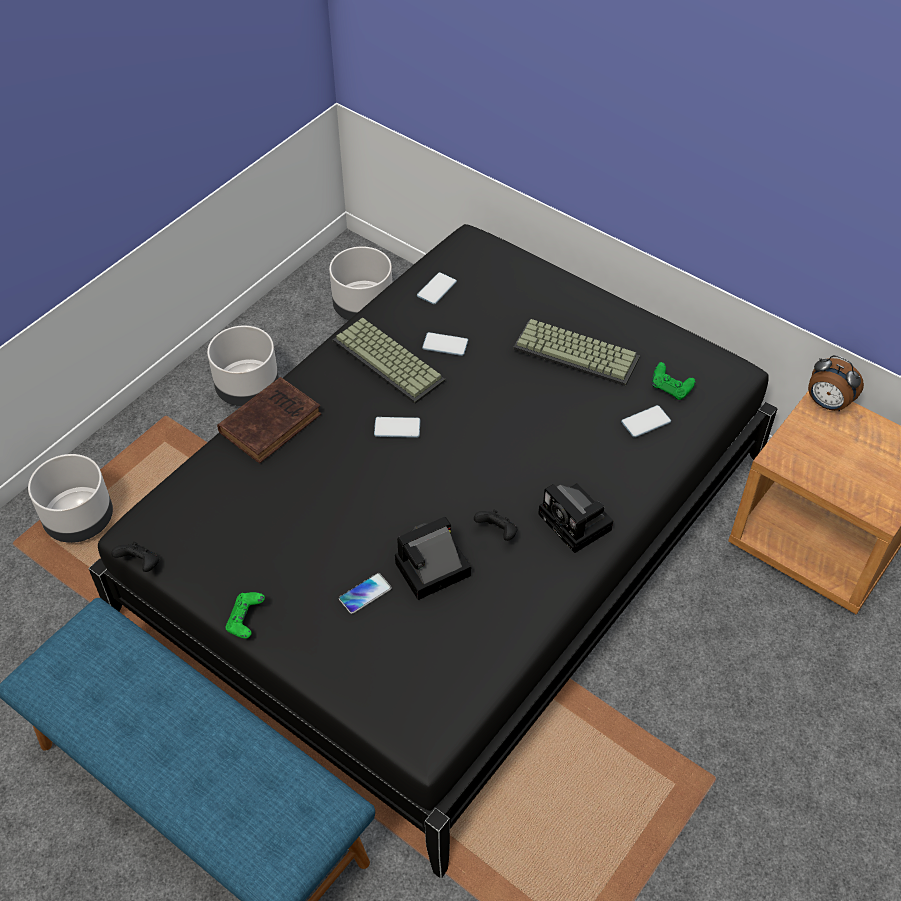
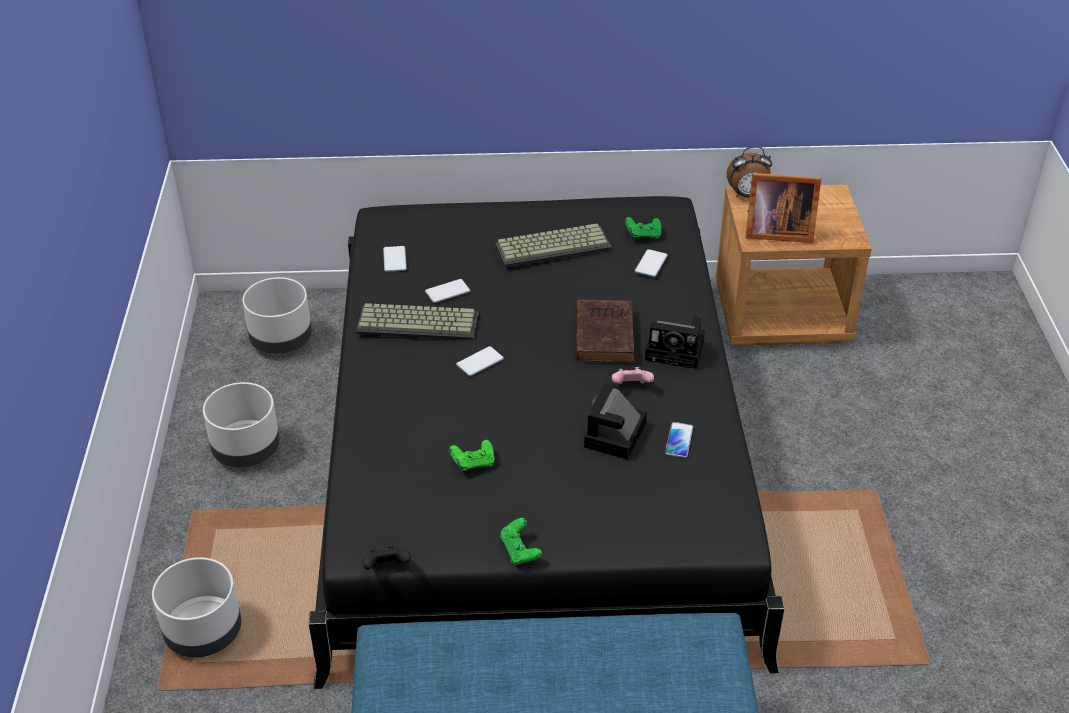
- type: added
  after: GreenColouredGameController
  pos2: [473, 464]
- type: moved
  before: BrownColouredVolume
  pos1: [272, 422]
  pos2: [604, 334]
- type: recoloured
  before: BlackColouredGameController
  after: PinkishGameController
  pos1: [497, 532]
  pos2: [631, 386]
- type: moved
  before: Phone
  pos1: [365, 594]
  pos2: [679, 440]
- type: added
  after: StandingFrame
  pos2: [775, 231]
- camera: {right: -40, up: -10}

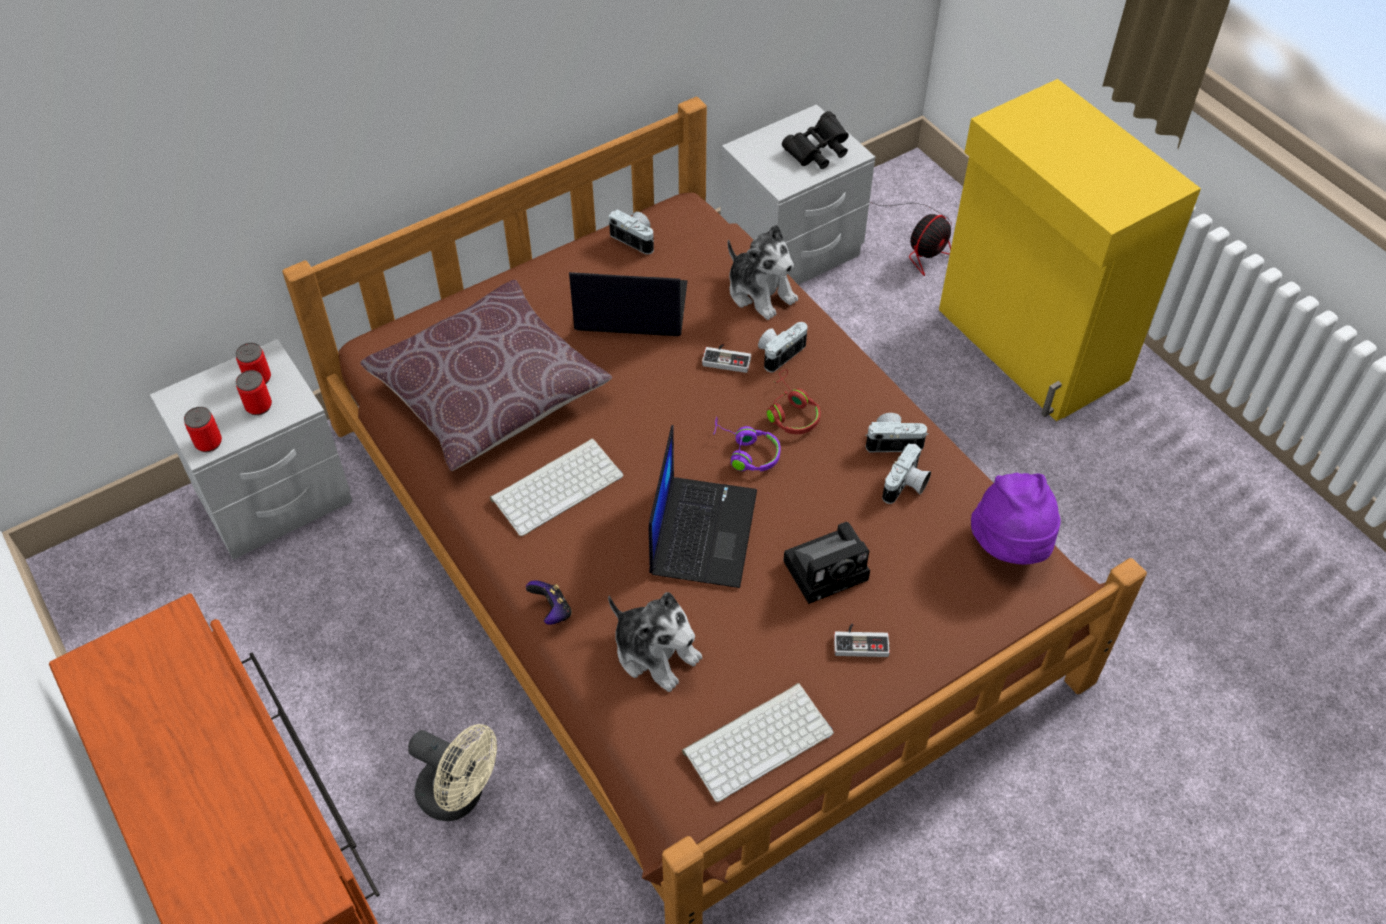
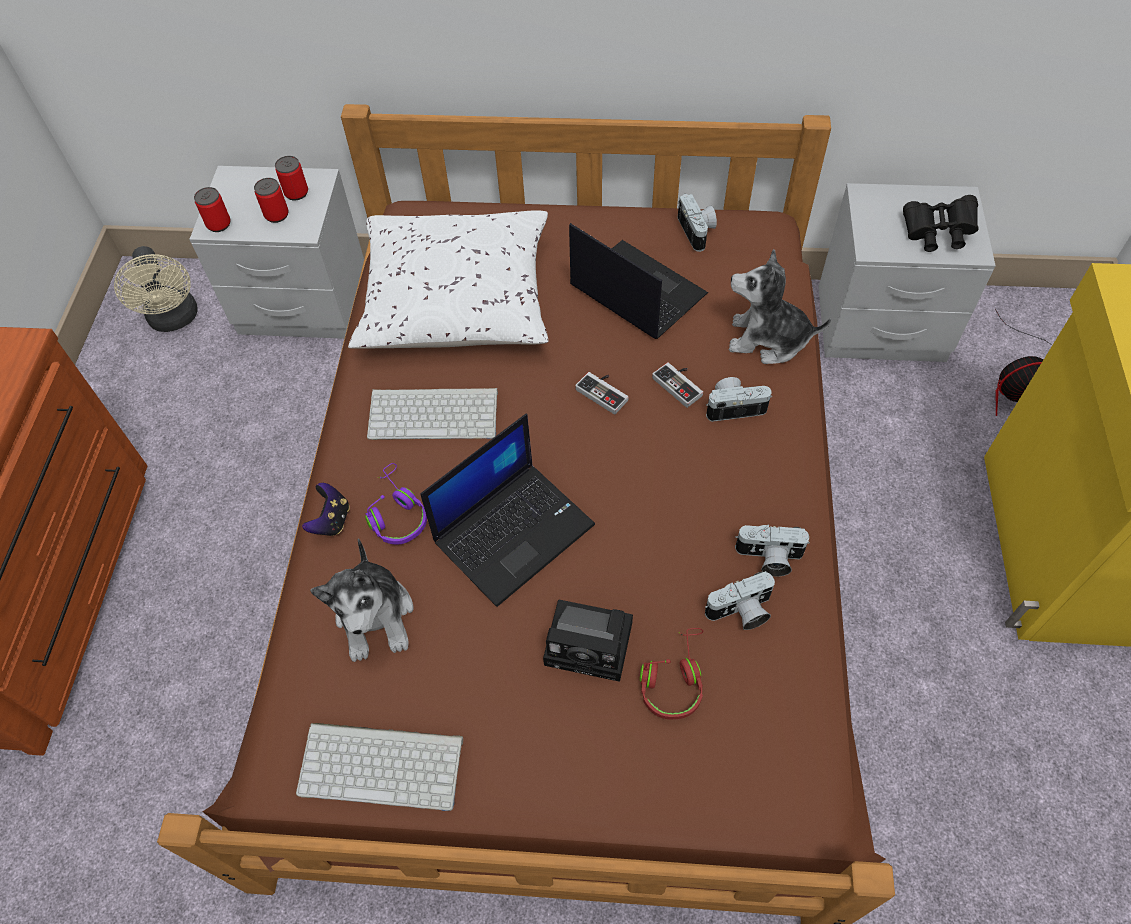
- type: moved
  before: BeigeFan
  pos1: [460, 795]
  pos2: [175, 319]
- type: recoloured
  before: BrownColouredCushion
  after: WhitishCushion
  pos1: [489, 392]
  pos2: [456, 300]
- type: moved
  before: PurplishPairOfHeadphones
  pos1: [745, 452]
  pos2: [396, 513]
- type: moved
  before: GameController
  pos1: [860, 641]
  pos2: [605, 392]
- type: moved
  before: RedColouredPairOfHeadphones
  pos1: [790, 412]
  pos2: [673, 679]
- type: turned
  before: PlushToy
  pos1: [760, 292]
  pos2: [767, 339]
  turn: 105
- type: turned
  before: StillCamera
  pos1: [893, 441]
  pos2: [769, 558]
  turn: 150
- type: removed
  before: PurplishClothingHat
  pos1: [1011, 545]
- camera: {right: 40, up: 5}

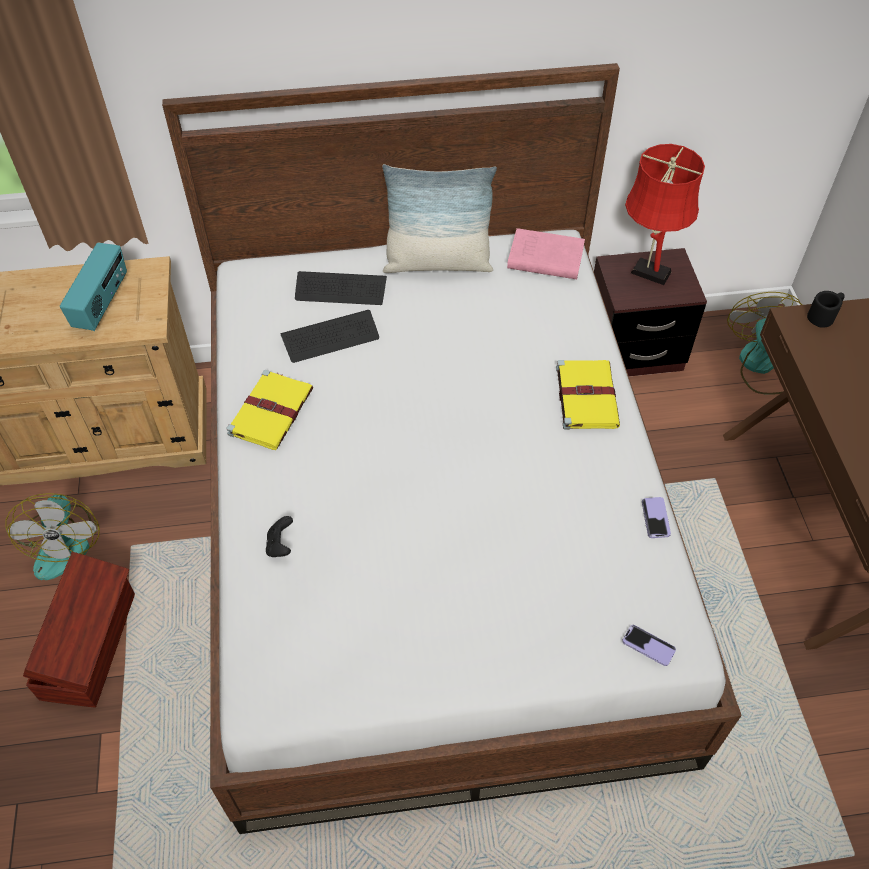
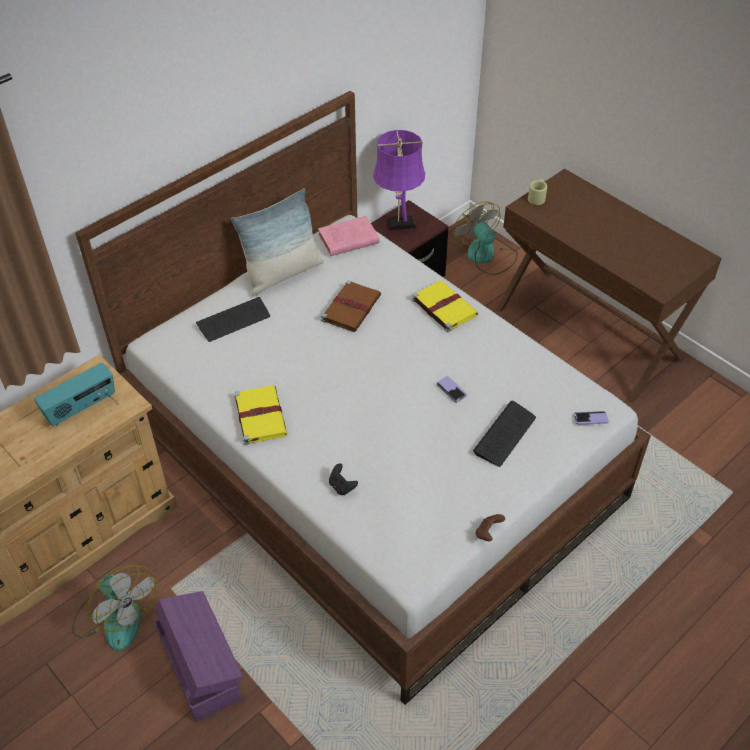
- type: turned
  before: Radio
  pos1: [102, 303]
  pos2: [81, 407]
  turn: 75
- type: recoloured
  before: BrownColouredStorageContainer
  after: PurplishStorageContainer
  pos1: [91, 644]
  pos2: [200, 665]
- type: added
  after: BrownColouredVolume
  pos2: [351, 307]
- type: recoloured
  before: RedColouredTableLamp
  after: PurplishTableLamp
  pos1: [647, 271]
  pos2: [398, 224]
- type: moved
  before: Phone
  pos1: [655, 518]
  pos2: [451, 390]
- type: moved
  before: Keyboard
  pos1: [330, 338]
  pos2: [505, 435]
- type: added
  after: BrownColouredGameController
  pos2: [488, 533]
- type: recoloured
  before: BlackColouredCoffeeMug
  after: BeigeCoffeeMug
  pos1: [824, 316]
  pos2: [537, 197]
- camera: {right: -35, up: -5}

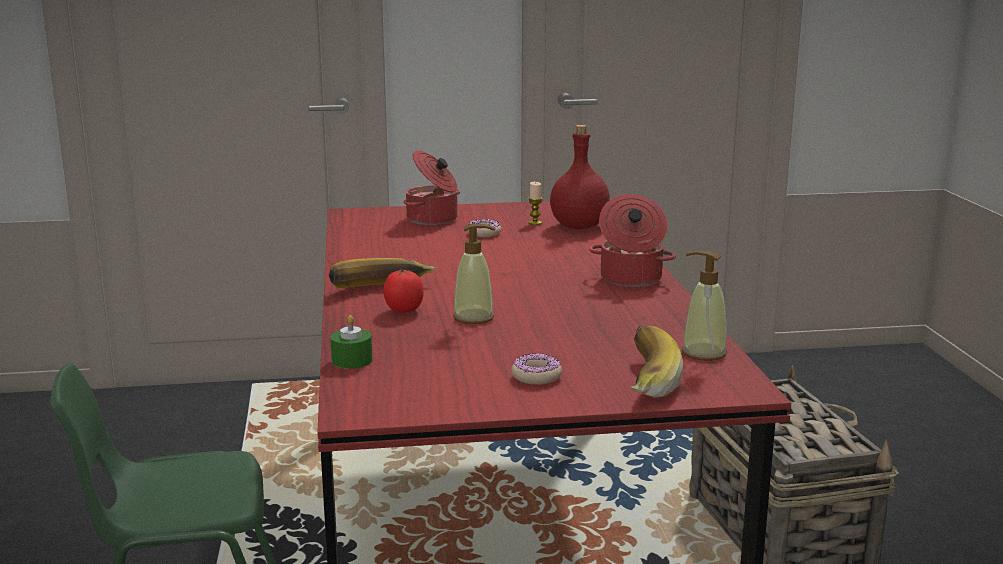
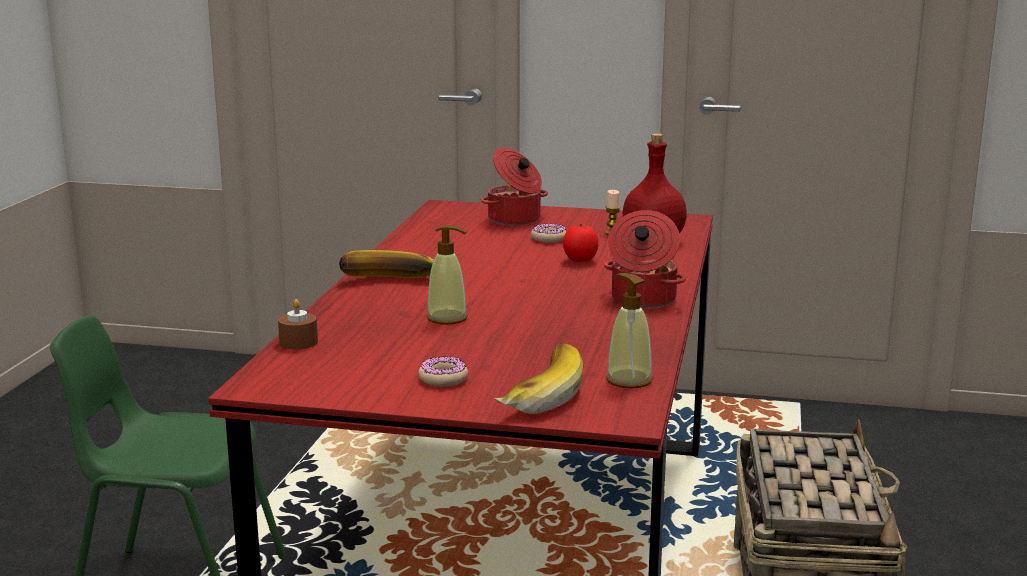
- type: recoloured
  before: GreenColouredWaxCandle
  after: BrownColouredWaxCandle
  pos1: [352, 360]
  pos2: [298, 342]
- type: moved
  before: WholeTomato
  pos1: [403, 311]
  pos2: [579, 261]
- camera: {right: 20, up: 0}

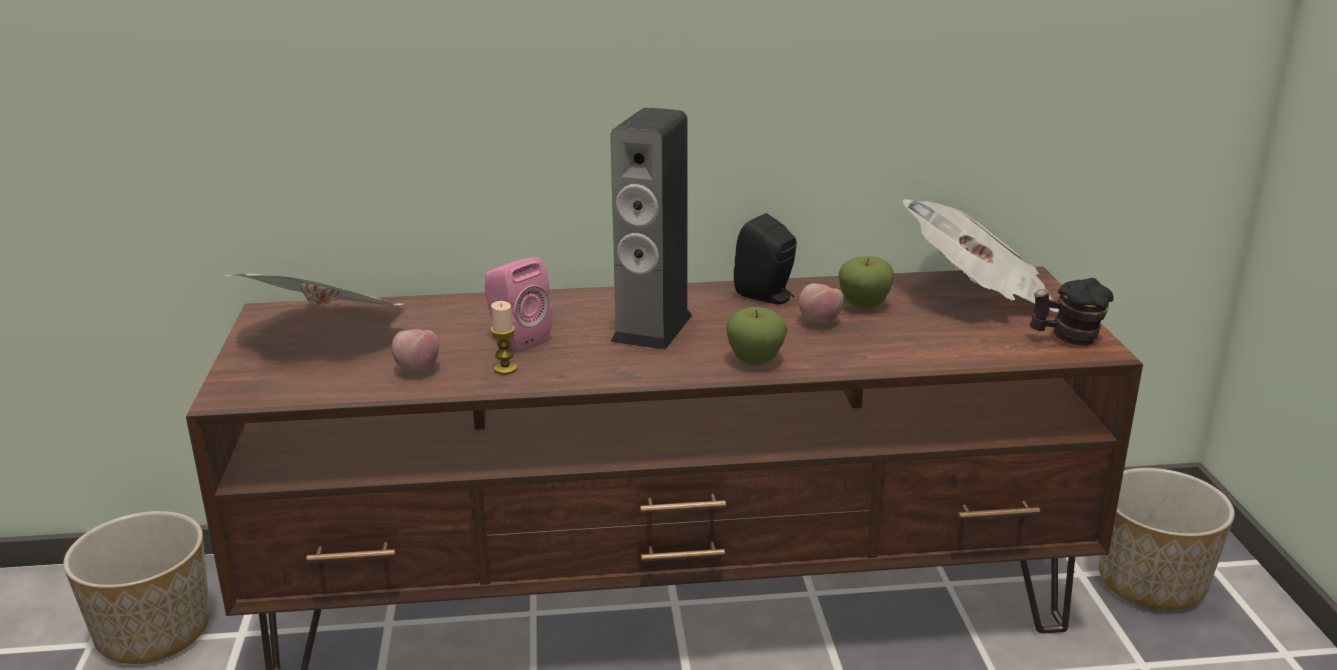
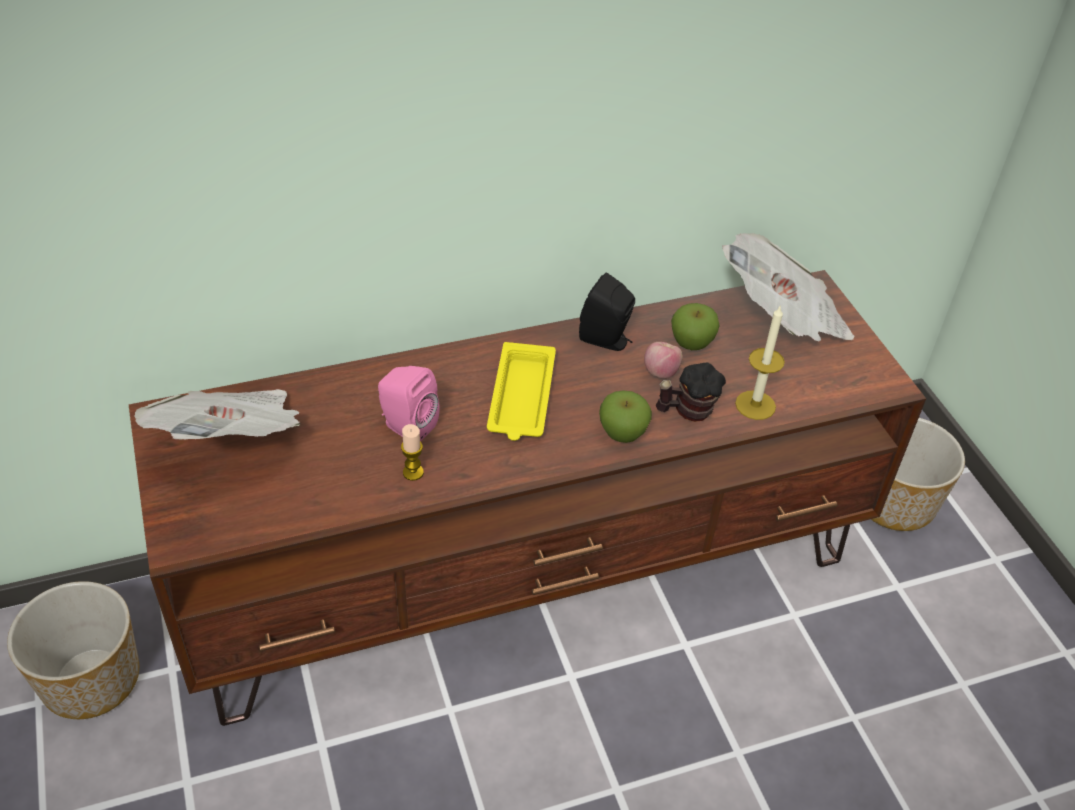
- type: replaced
  before: Loudspeaker
  after: YellowishCarryingTray
  pos1: [652, 328]
  pos2: [521, 398]
- type: moved
  before: CoffeeMug
  pos1: [1066, 338]
  pos2: [686, 411]
- type: added
  after: WaxCandle
  pos2: [755, 405]
- type: removed
  before: WholeApple
  pos1: [417, 369]
- camera: {right: -15, up: 20}

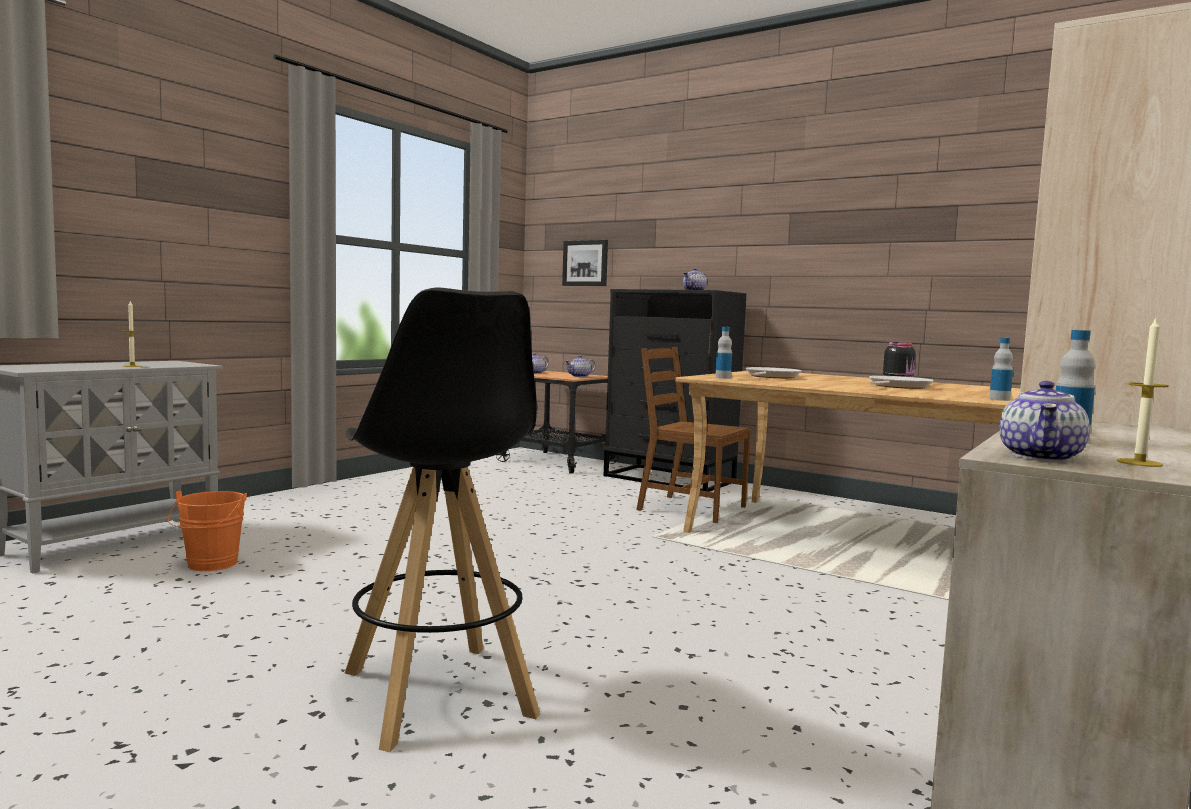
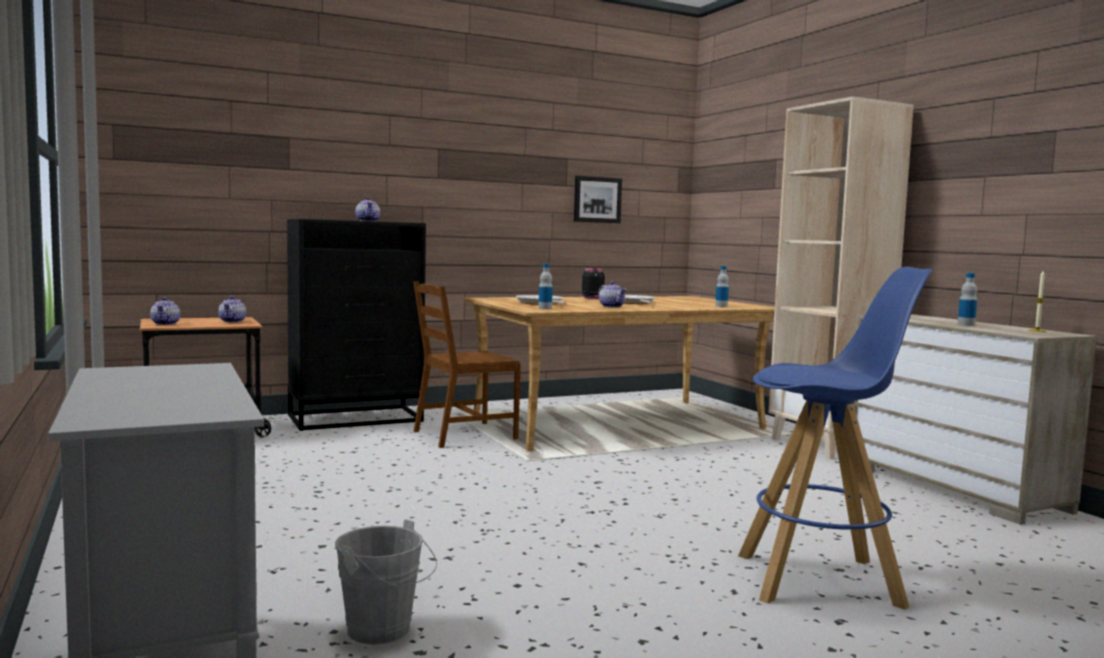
- type: recoloured
  before: OrangeColouredPail
  after: GreyishPail
  pos1: [210, 565]
  pos2: [384, 631]
- type: moved
  before: WallPicture
  pos1: [585, 263]
  pos2: [597, 199]
- type: moved
  before: PotForTea
  pos1: [1042, 457]
  pos2: [612, 306]
- type: recoloured
  before: BlackColouredStoolSeat
  after: BlueColouredStoolSeat
  pos1: [438, 694]
  pos2: [820, 580]
- type: removed
  before: WaxCandle
  pos1: [132, 366]
- camera: {right: -60, up: 0}

